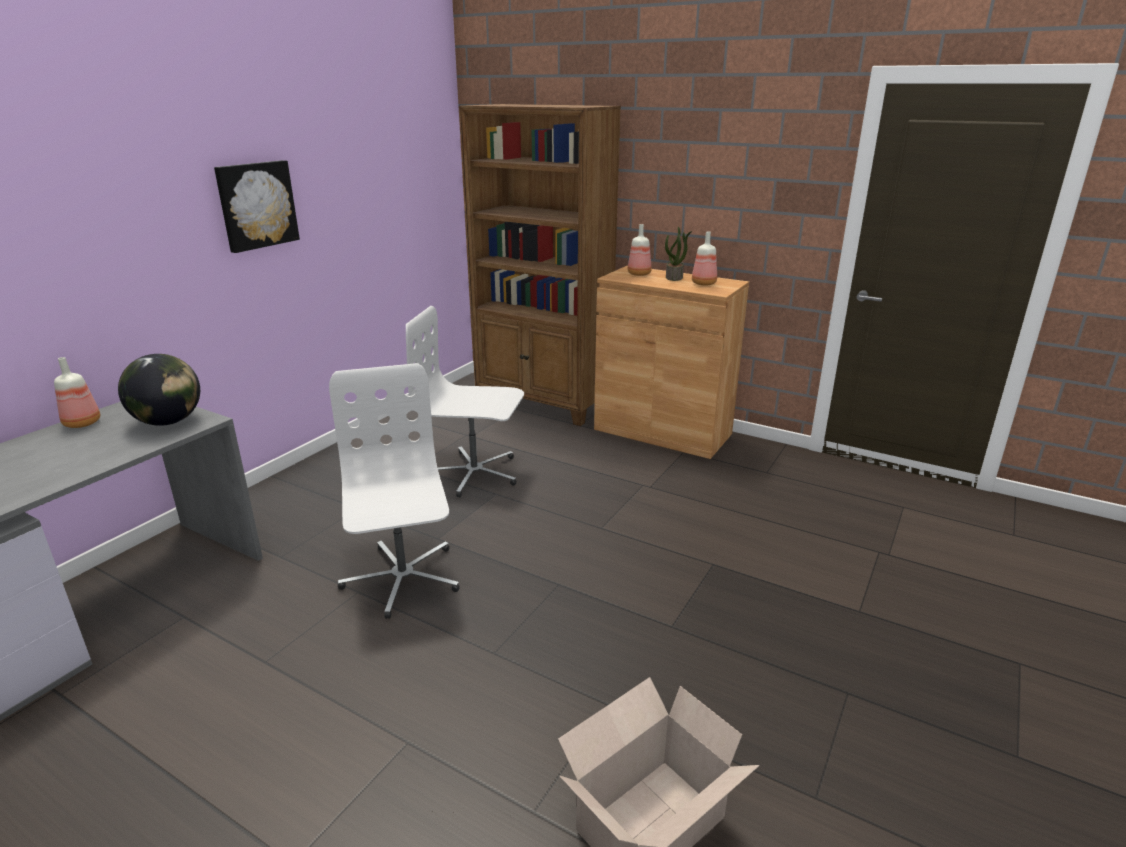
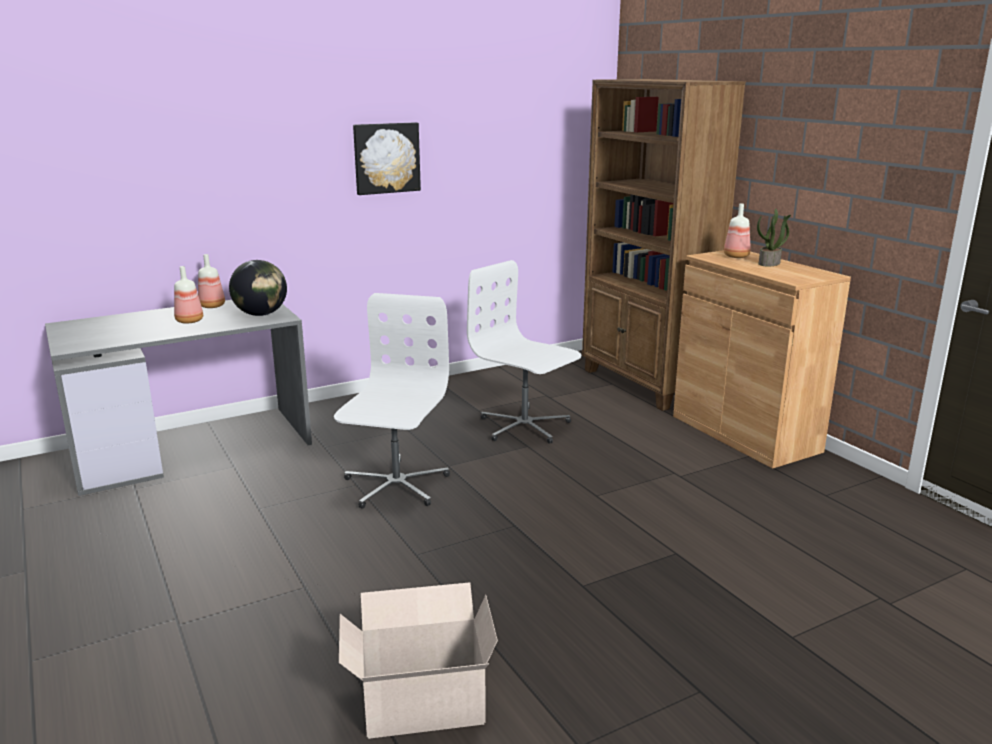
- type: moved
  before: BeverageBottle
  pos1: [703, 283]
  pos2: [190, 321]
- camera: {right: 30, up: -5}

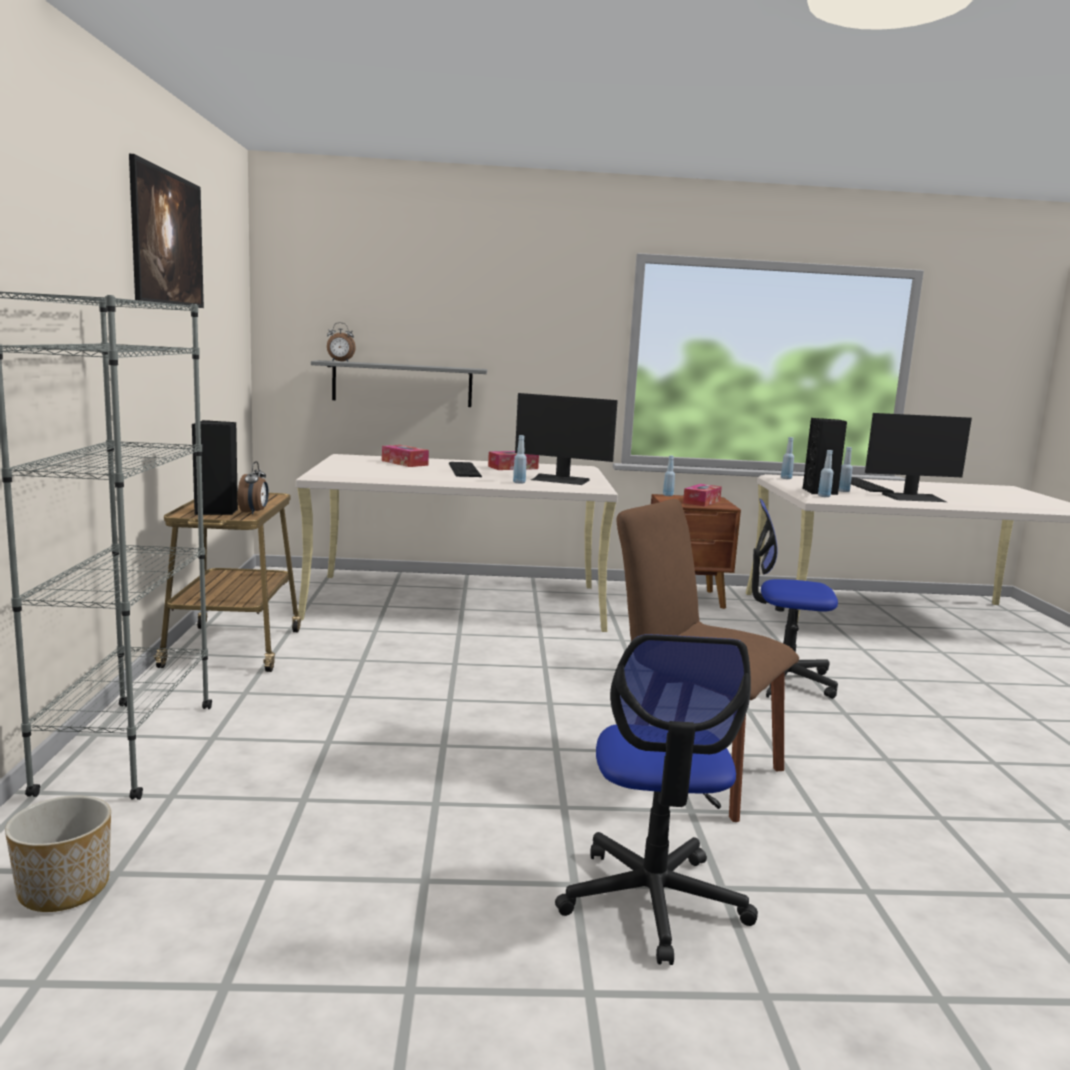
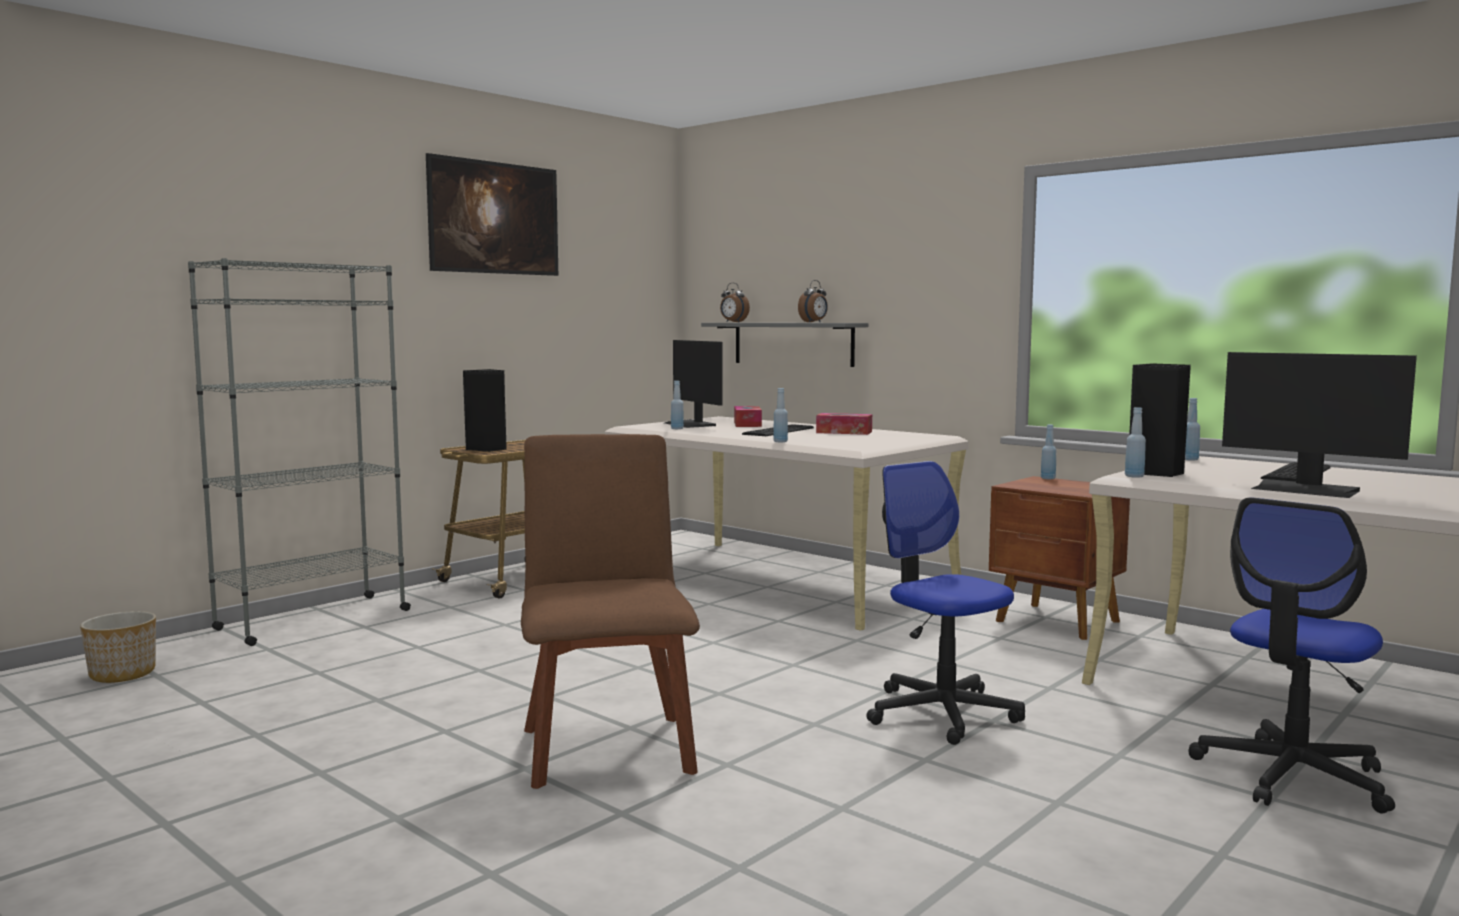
- type: moved
  before: Monitor
  pos1: [560, 480]
  pos2: [690, 424]
- type: moved
  before: BlueColouredBeverageBottle
  pos1: [843, 491]
  pos2: [677, 429]
- type: moved
  before: AlarmClock
  pos1: [254, 512]
  pos2: [814, 322]
- type: moved
  before: OfficeChair
  pos1: [653, 901]
  pos2: [1292, 776]
- type: removed
  before: TissueBox
  pos1: [701, 502]
- camera: {right: 45, up: -5}

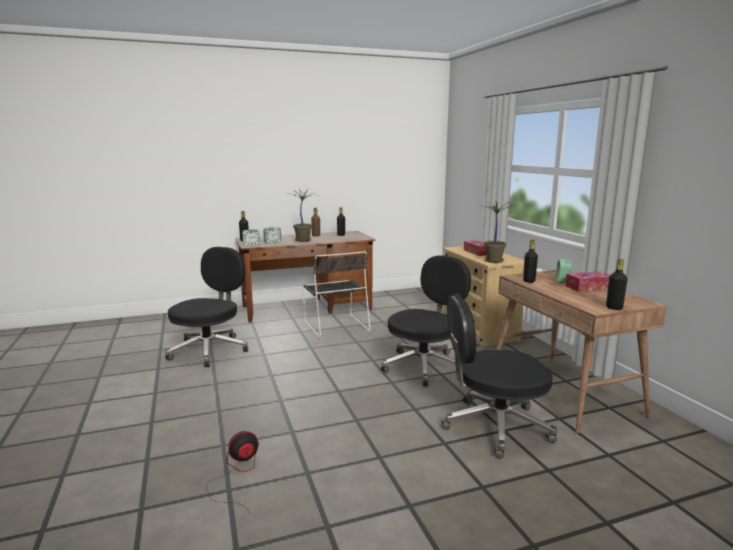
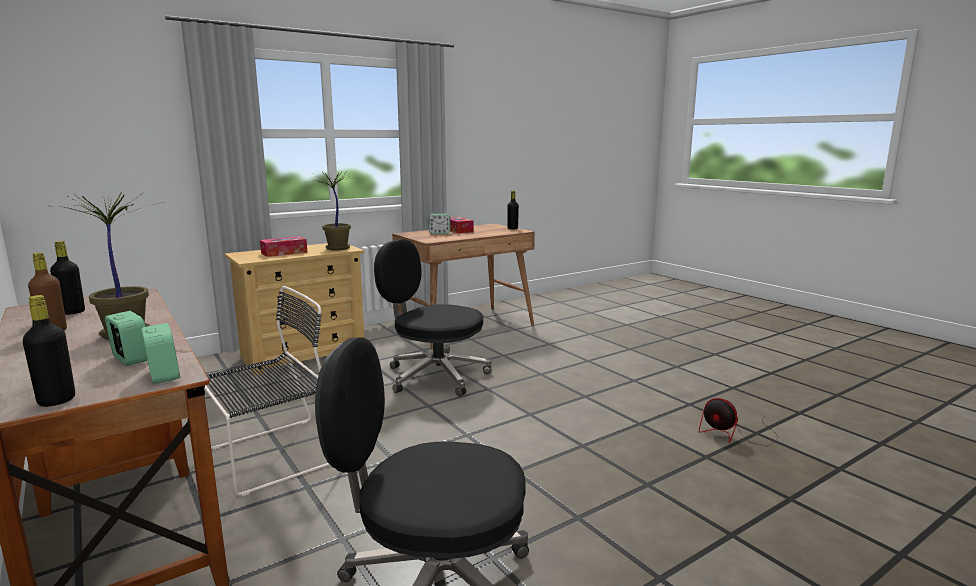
- type: removed
  before: BlackColouredOfficeChair
  pos1: [494, 426]
- type: removed
  before: BlackColouredBeverageBottle
  pos1: [529, 281]
- camera: {right: -105, up: 0}

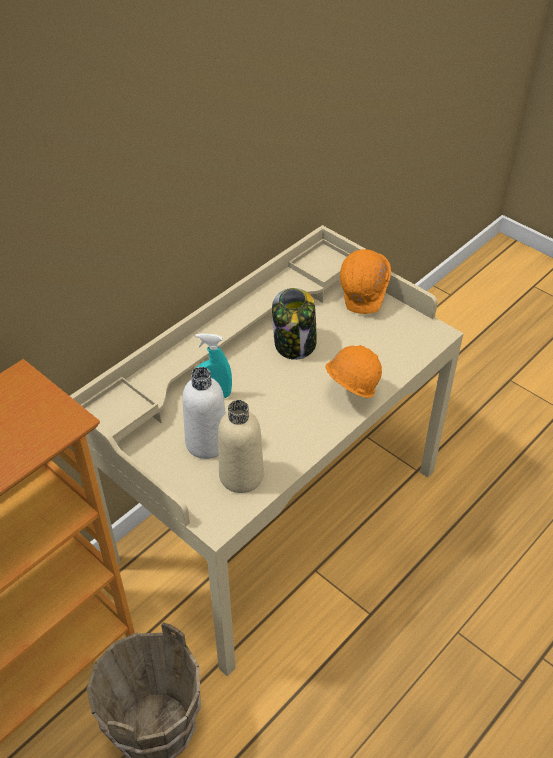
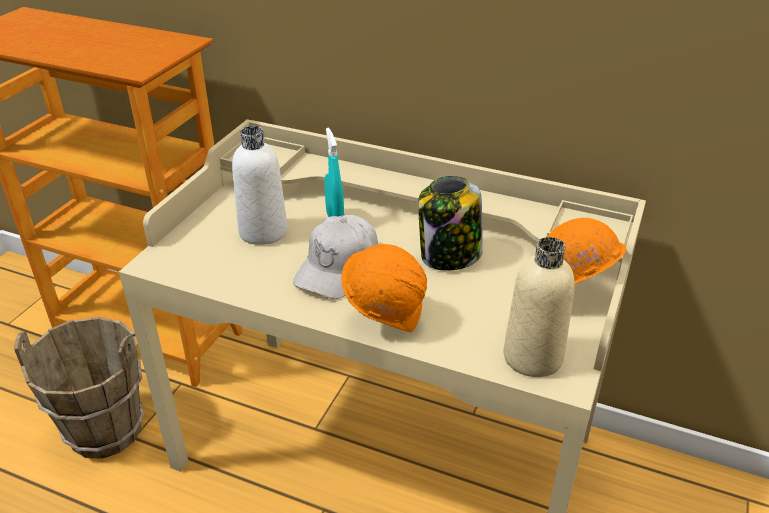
- type: added
  after: WhitishBaseballCap
  pos2: [338, 267]
- type: moved
  before: BeigeBeverageBottle
  pos1: [241, 476]
  pos2: [533, 357]
- camera: {right: 70, up: -10}

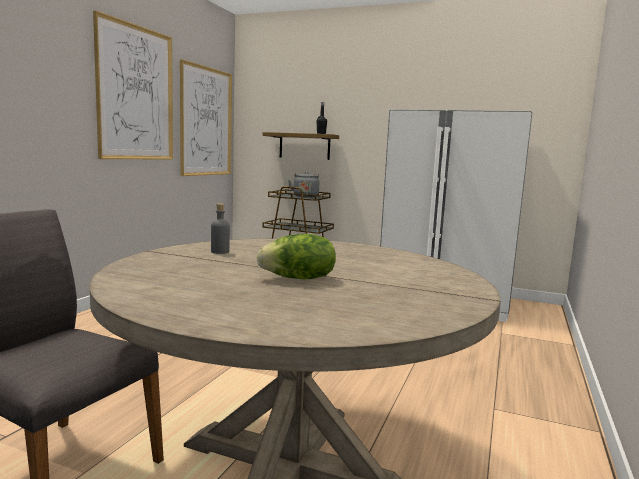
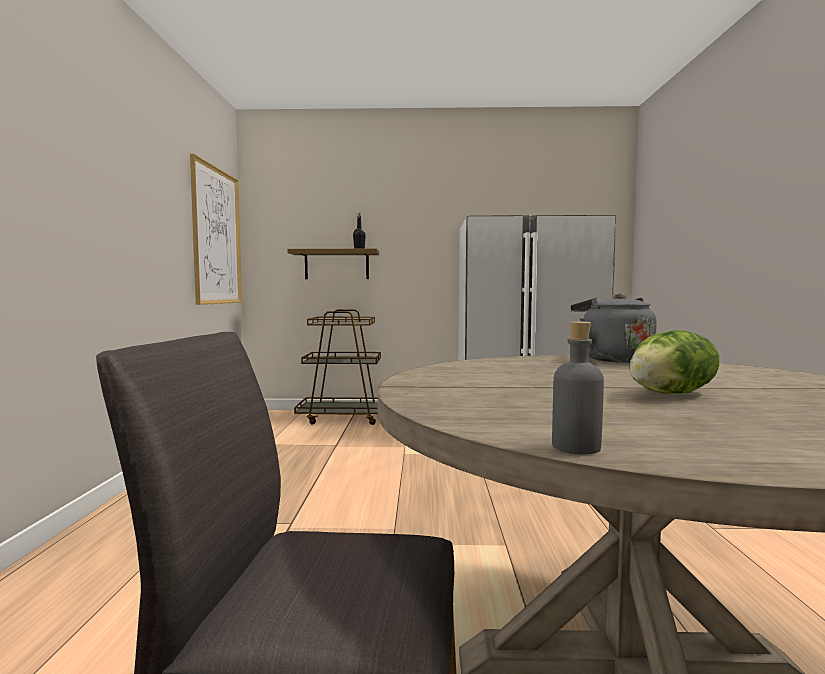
- type: moved
  before: GreyishBeverageBottle
  pos1: [220, 252]
  pos2: [576, 447]
- type: moved
  before: GreyishWaterKettle
  pos1: [305, 196]
  pos2: [612, 359]
- type: removed
  before: WallPicture
  pos1: [136, 93]
- camera: {right: -20, up: -5}

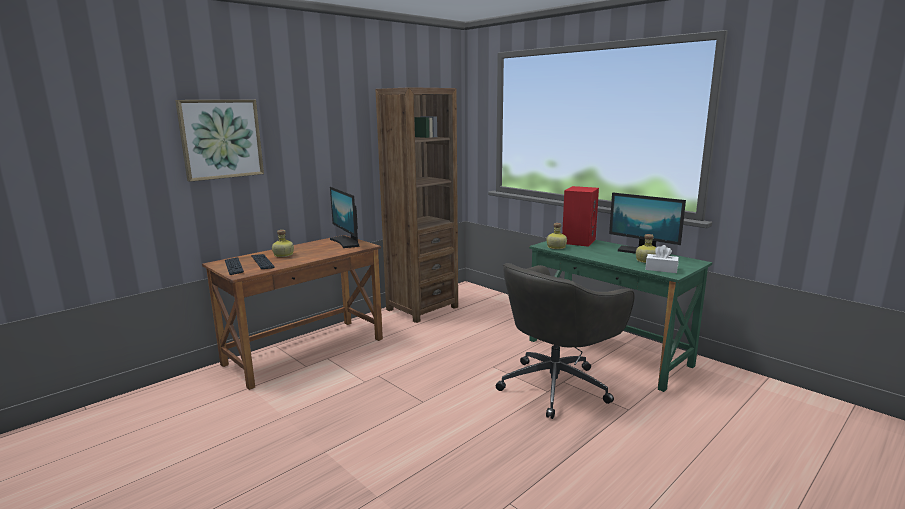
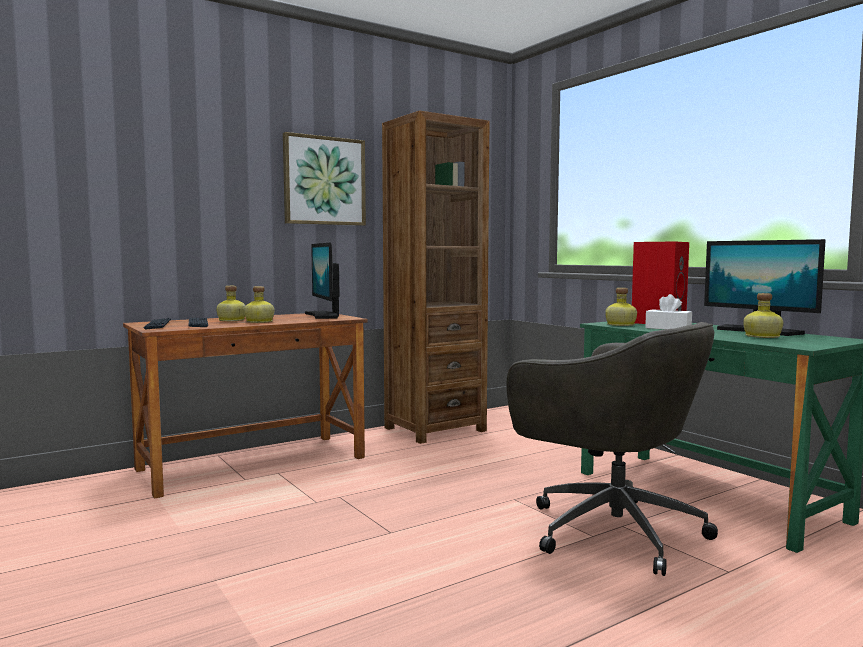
- type: added
  after: BeverageBottle
  pos2: [259, 322]
- type: moved
  before: WallPicture
  pos1: [221, 139]
  pos2: [324, 181]
- type: turned
  before: GreyishOfficeChair
  pos1: [556, 385]
  pos2: [610, 530]
  turn: -105
- type: moved
  before: WhitishTissueBox
  pos1: [661, 269]
  pos2: [668, 328]
- camera: {right: 10, up: -10}

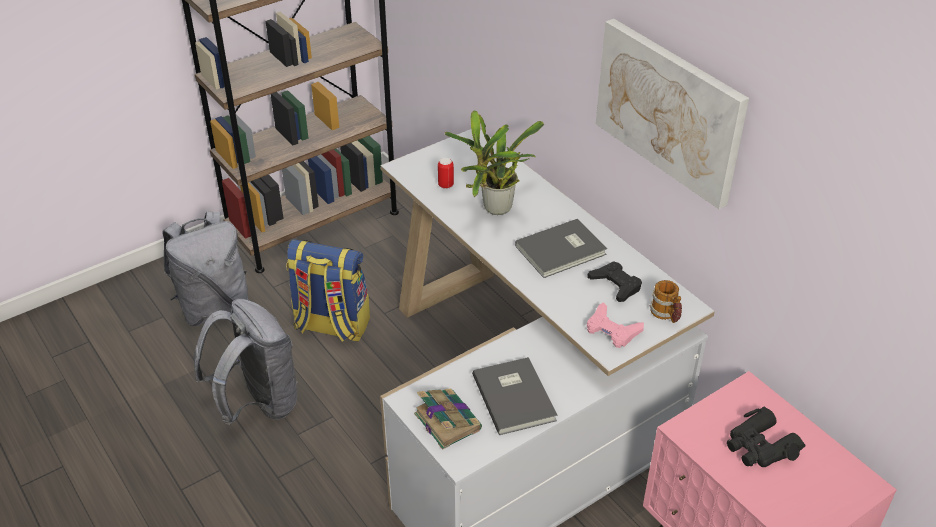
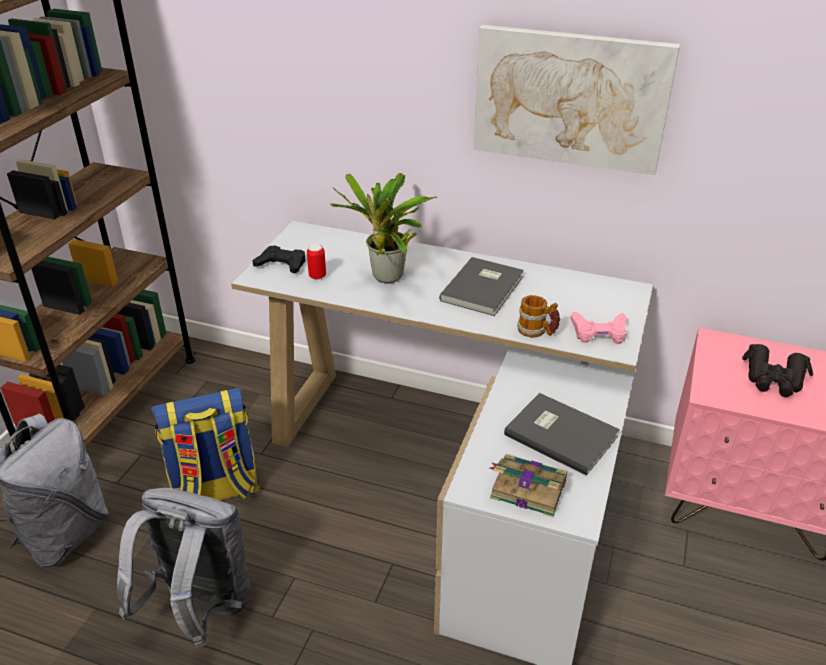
- type: moved
  before: BlackColouredGameController
  pos1: [615, 285]
  pos2: [281, 264]
- type: moved
  before: CoffeeMug
  pos1: [666, 314]
  pos2: [537, 331]
- camera: {right: -35, up: -5}

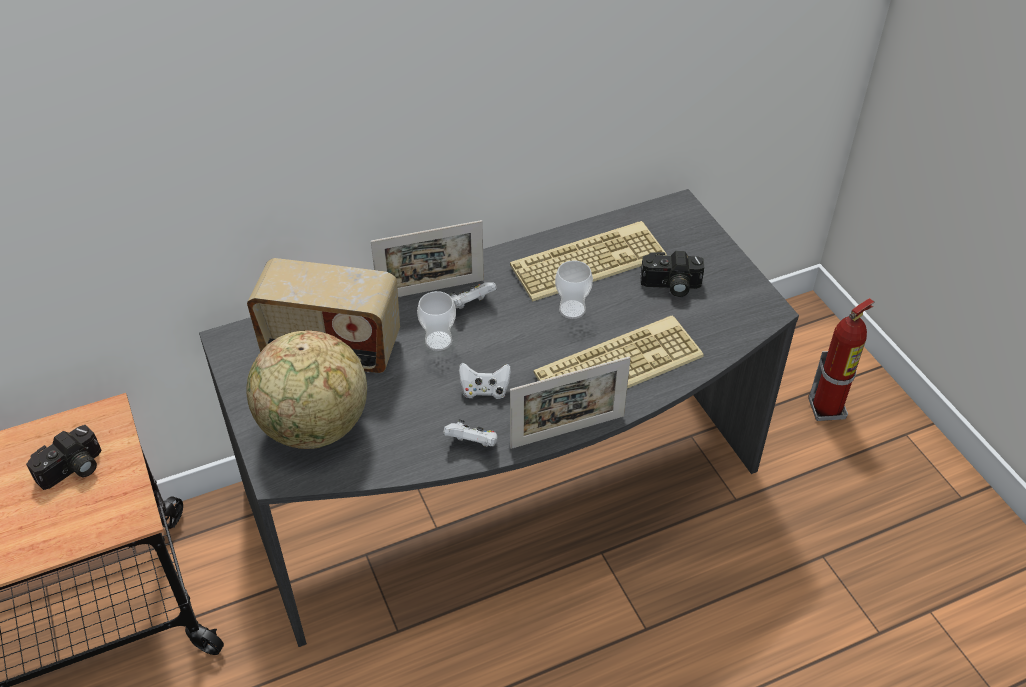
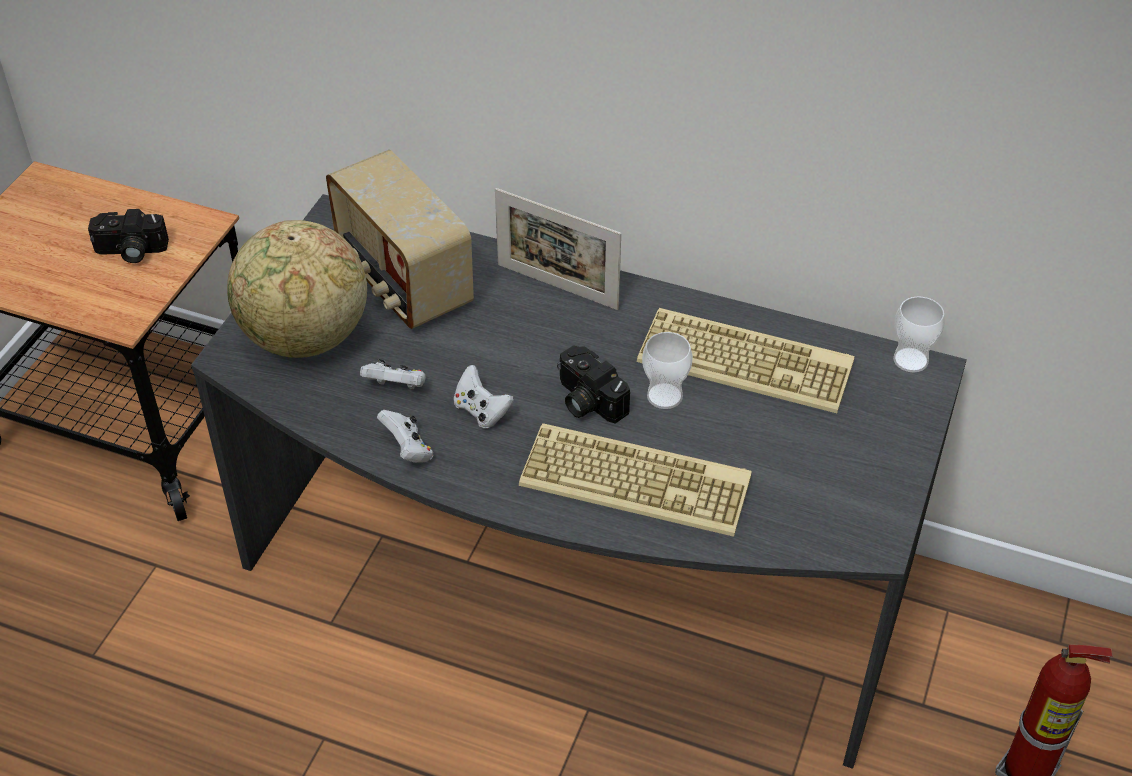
- type: moved
  before: WhitishGameController
  pos1: [471, 305]
  pos2: [396, 387]
- type: moved
  before: StillCamera
  pos1: [670, 286]
  pos2: [586, 401]
- type: moved
  before: DrinkingCup
  pos1: [438, 341]
  pos2: [910, 360]
- type: removed
  before: StandingFrame
  pos1: [567, 431]
- camera: {right: 45, up: 0}

